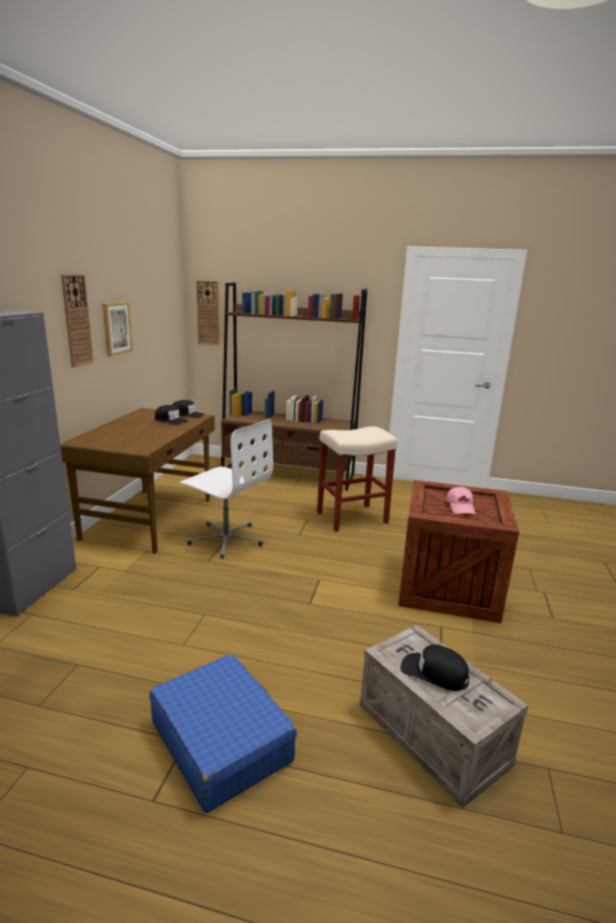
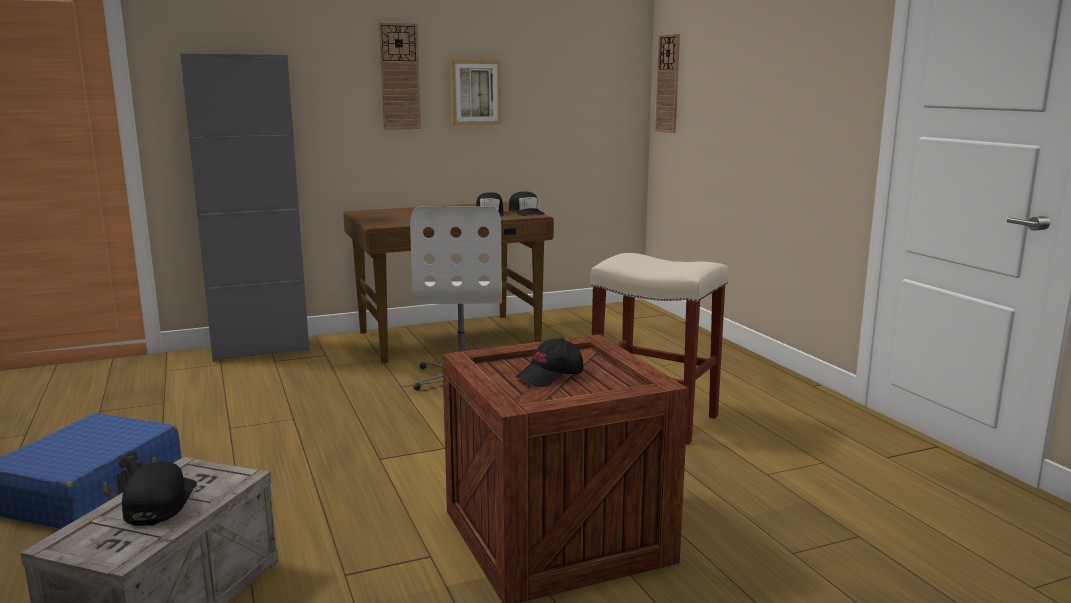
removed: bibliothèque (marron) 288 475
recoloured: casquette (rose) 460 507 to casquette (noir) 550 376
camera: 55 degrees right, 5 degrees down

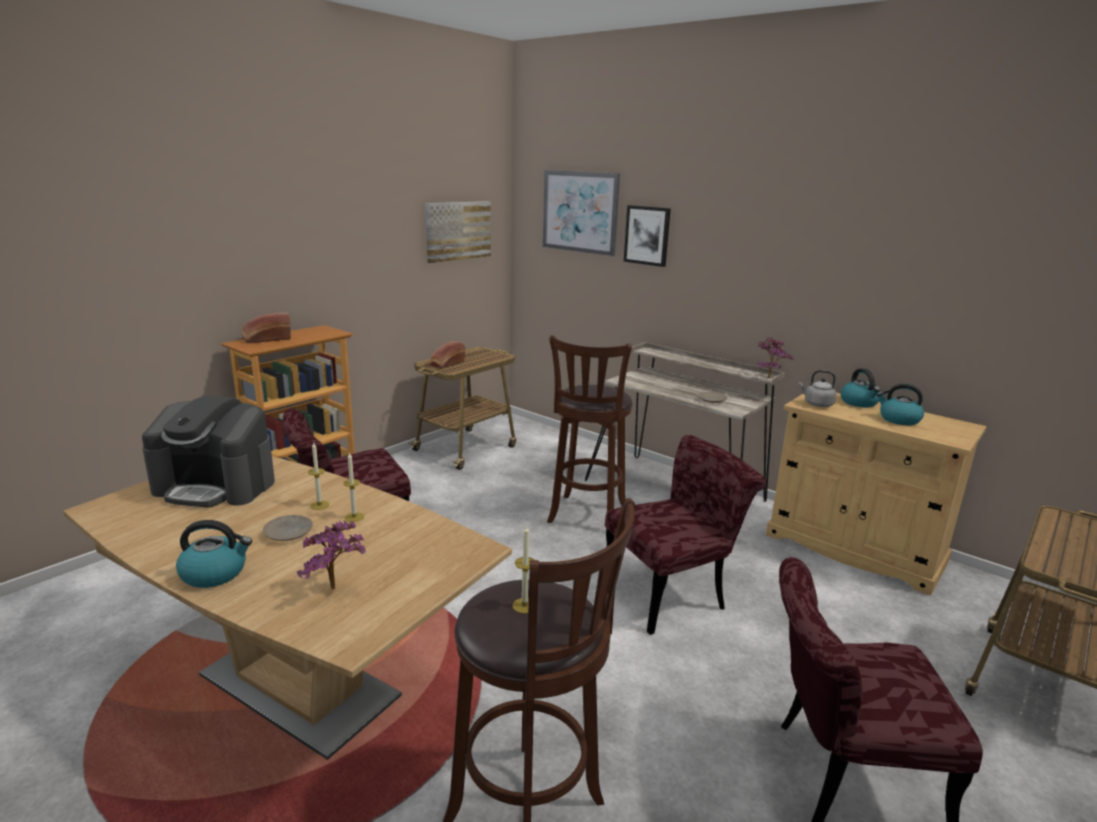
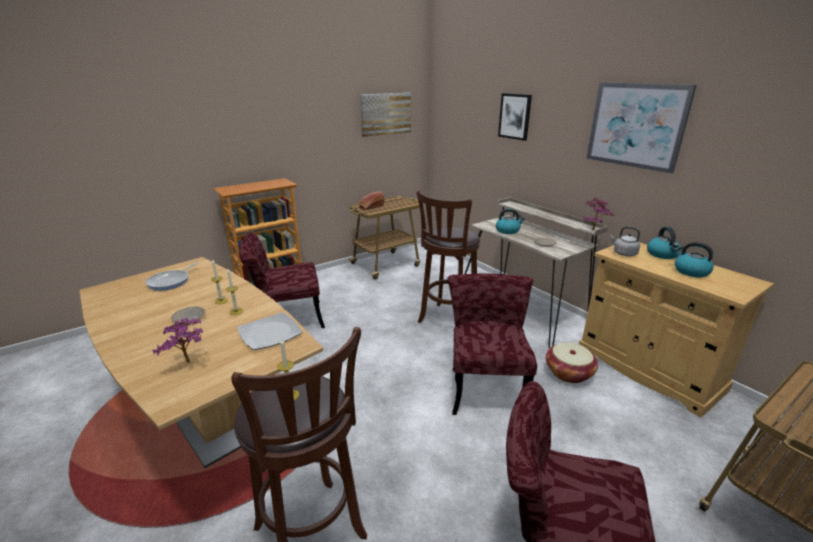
removed: pain 266 339
added: assiette 269 333; panier 569 373
moved: bouilloire 215 573 to 508 231; tableau 580 212 to 636 125
replaced: machine à café 216 486 to poêle 171 281
turned: chaise (rouge) 672 592 = 485 385 75 degrees counterclockwise
camera: 15 degrees right, 5 degrees up

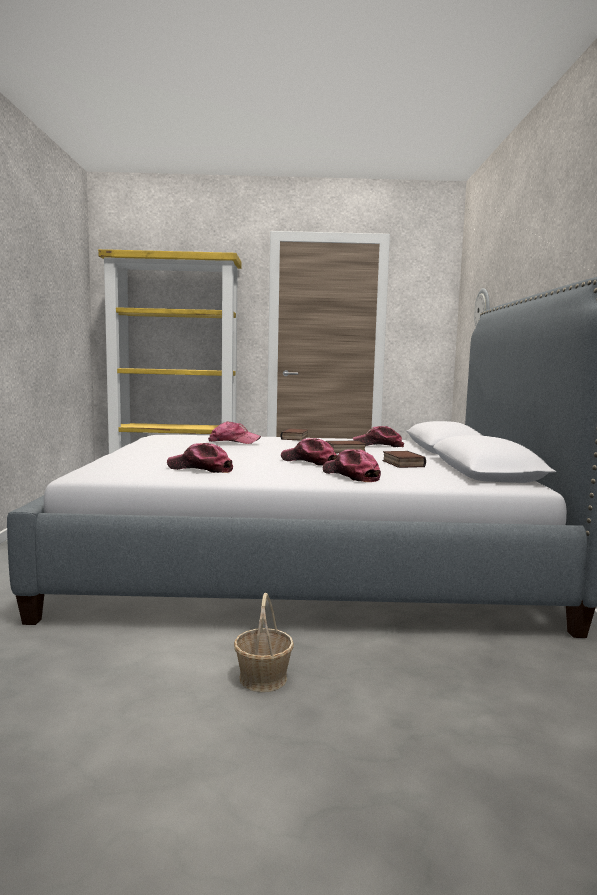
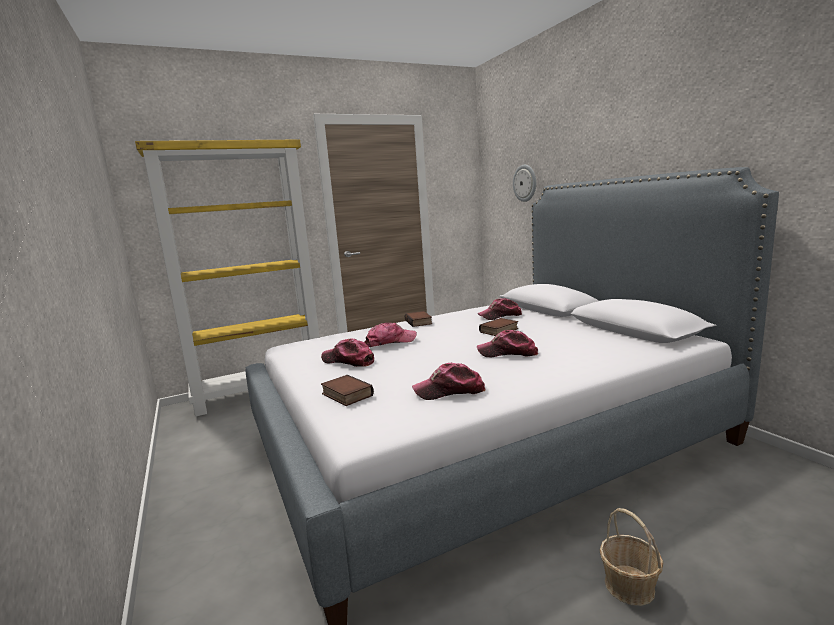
moved: casquette 351 475 to 348 361; livre 401 463 to 345 395
camera: 25 degrees left, 5 degrees up

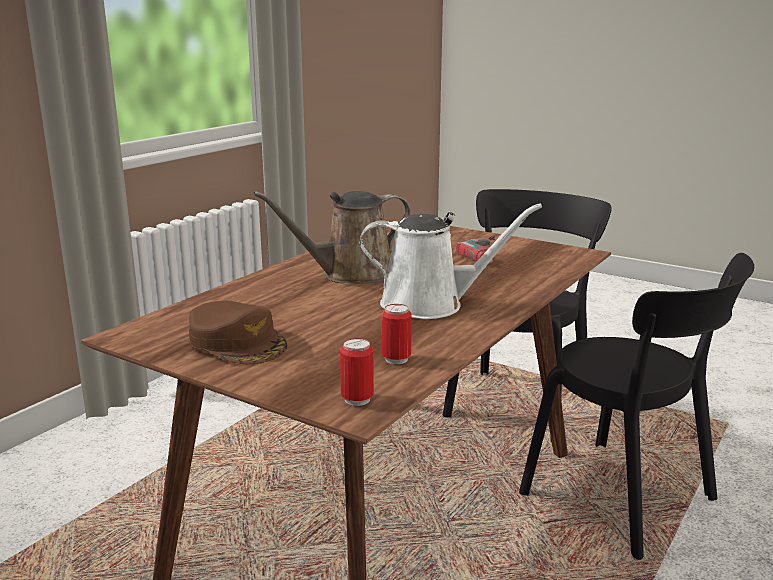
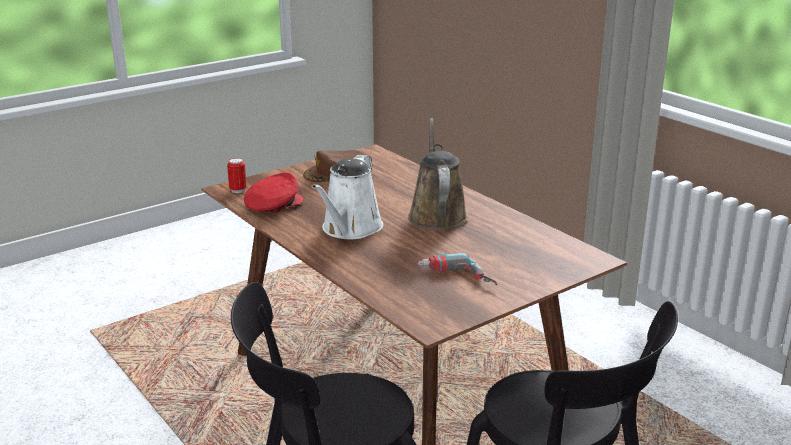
replaced: boîte métallique 396 359 to casquette (rouge) 273 205
camera: 110 degrees right, 5 degrees up

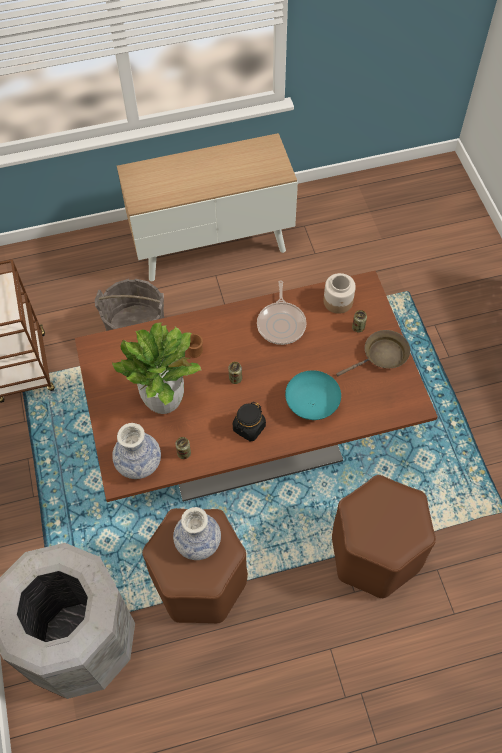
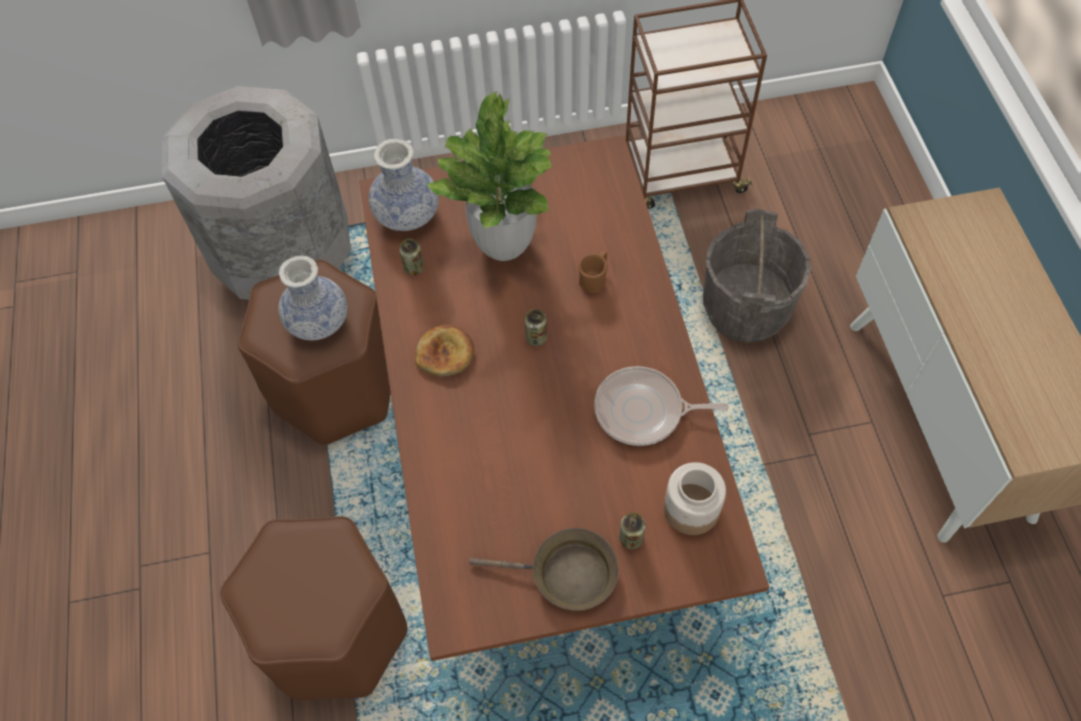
removed: bol (turquoise) 312 405
replaced: bocal (noir) 249 428 to pain 445 353
turned: poêle (marron) 382 356 = 566 574 60 degrees counterclockwise
camera: 95 degrees right, 0 degrees up

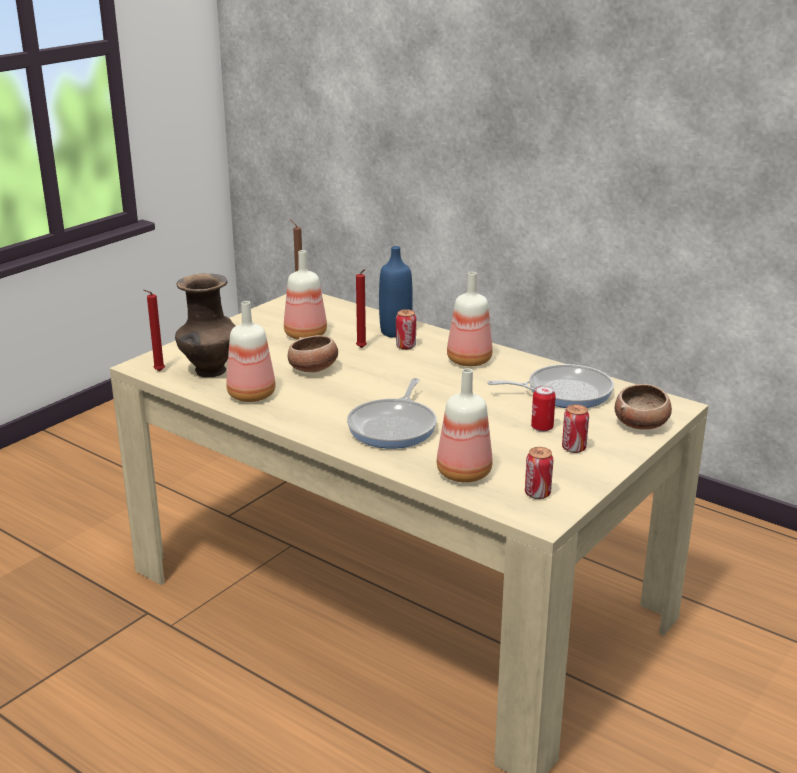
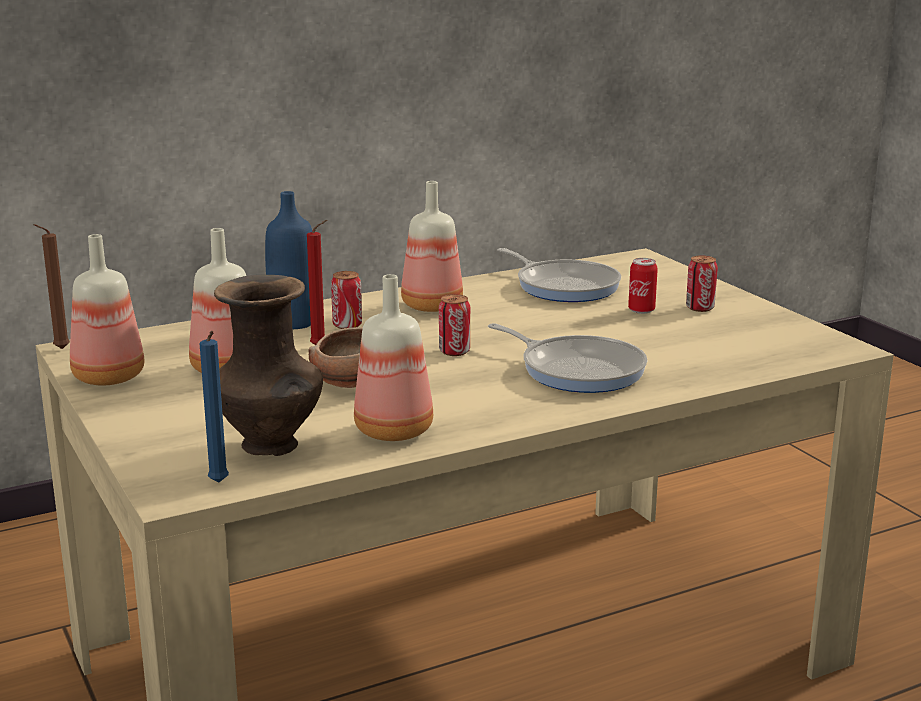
removed: bol 641 424
moved: bouteille 462 473 to 106 378; boîte métallique 537 493 to 454 352
recoloured: bougie (rouge) 158 371 to bougie (bleu) 219 484
turned: poêle 564 392 = 564 286 120 degrees clockwise
camera: 65 degrees left, 5 degrees down

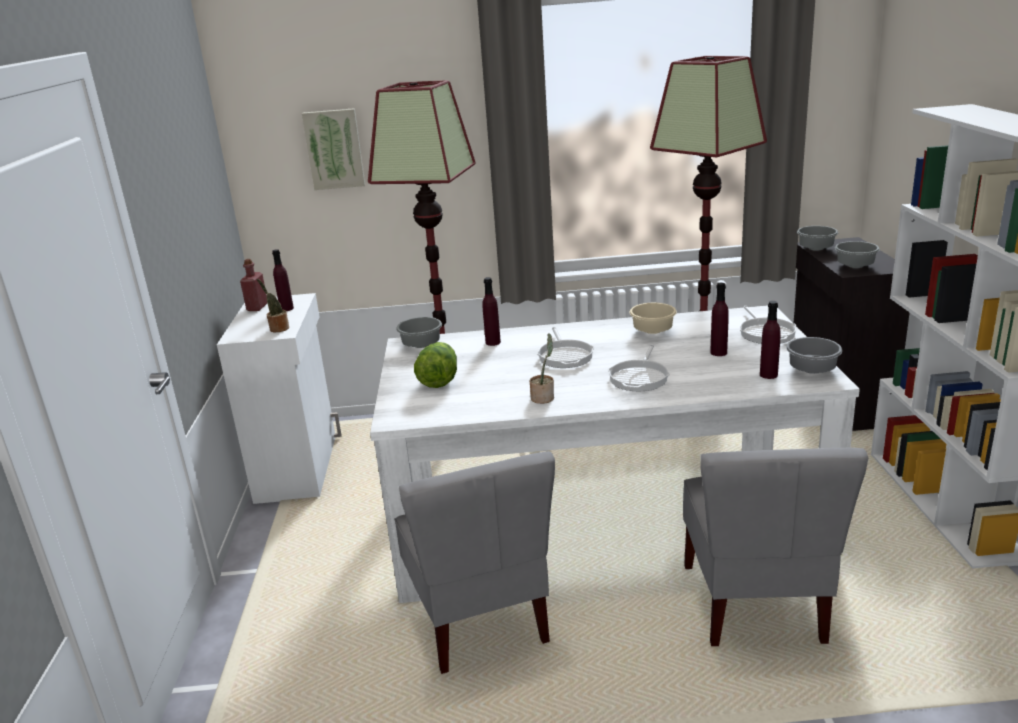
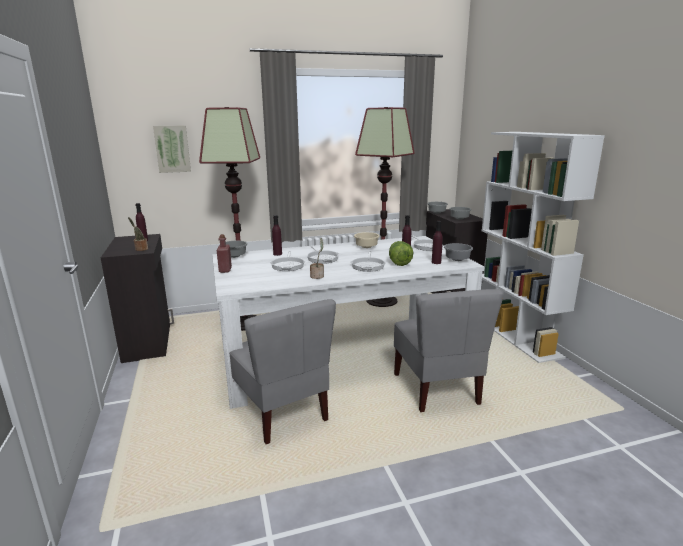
added: poêle 288 265
moved: bouteille (rouge) 257 307 to 225 270; laitue 439 380 to 399 263
recoloured: meuble de rangement (blanc) 299 467 to meuble de rangement (noir) 149 341
camera: 15 degrees left, 5 degrees down

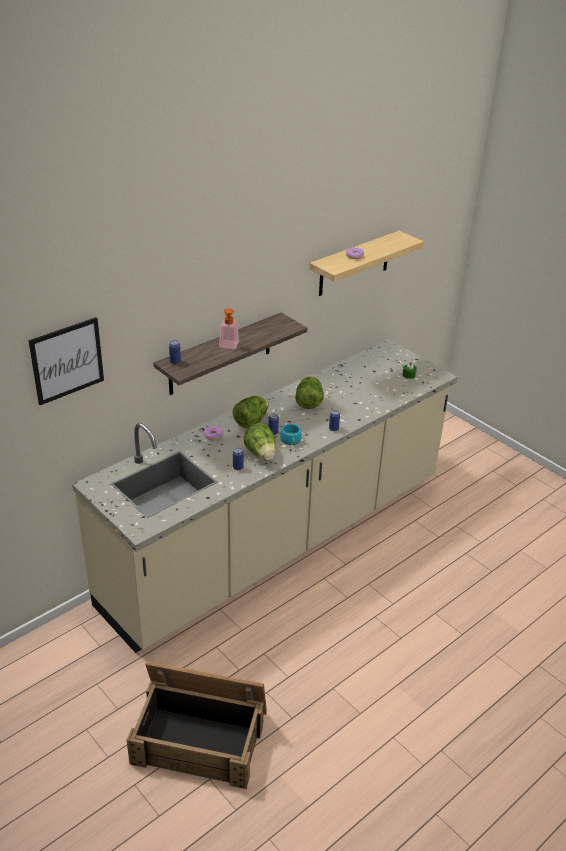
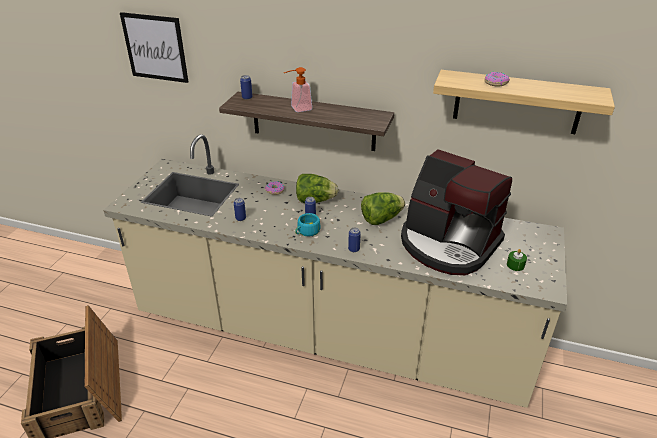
removed: laitue 261 454
added: machine à café 448 244
camera: 60 degrees right, 0 degrees up

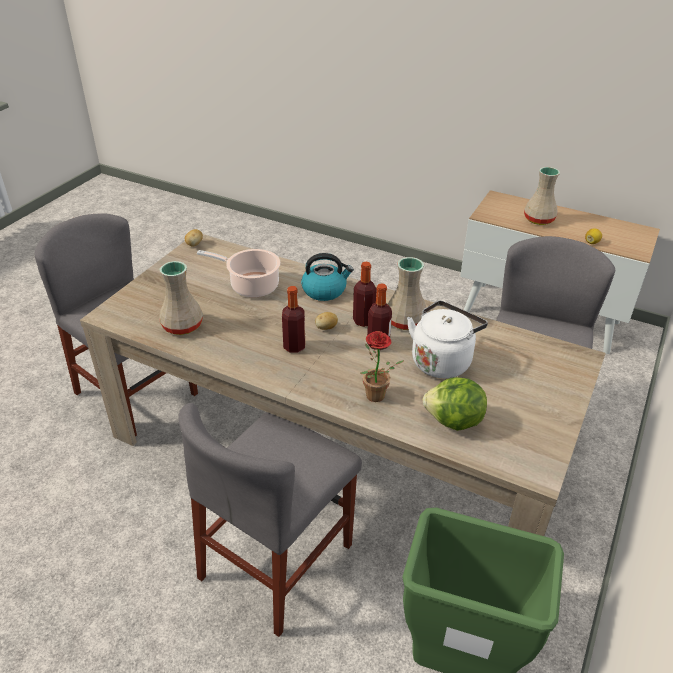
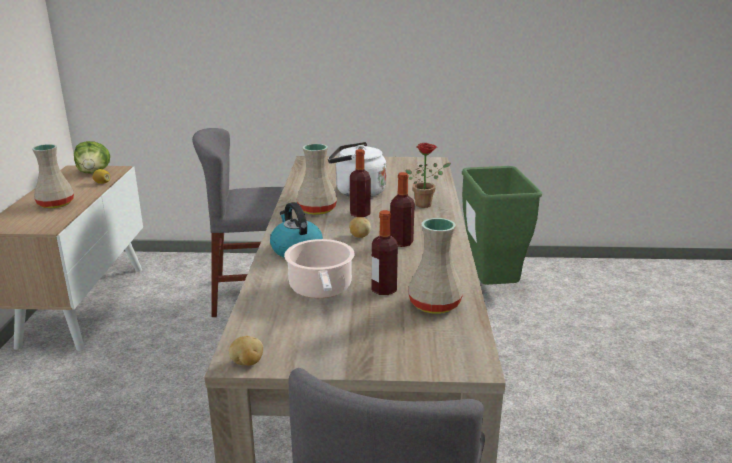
removed: chaise (gris) 277 561
moved: laitue 454 421 to 94 172; bouteille 363 321 to 384 290
camera: 115 degrees left, 15 degrees down

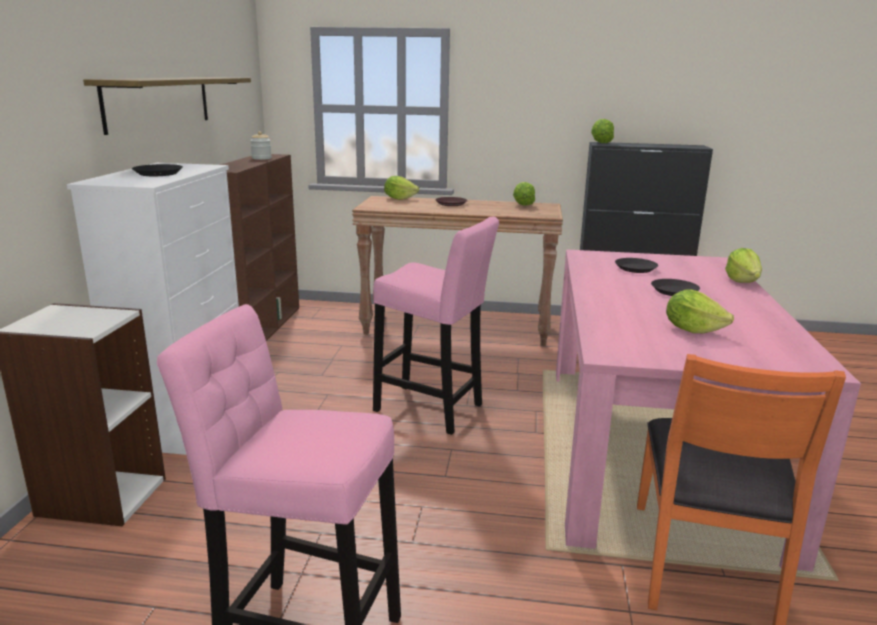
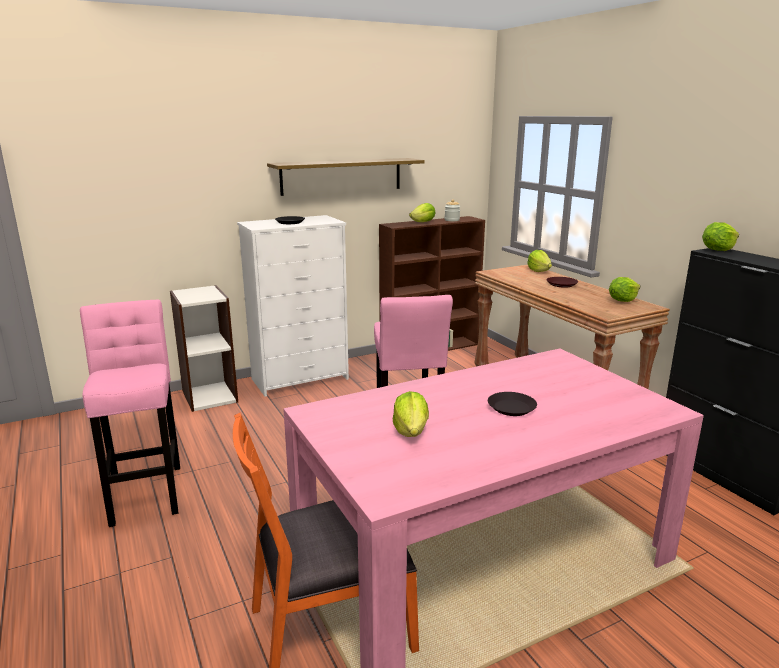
removed: assiette (noir) 635 268
moved: laitue 742 281 to 423 222
camera: 55 degrees right, 0 degrees up

